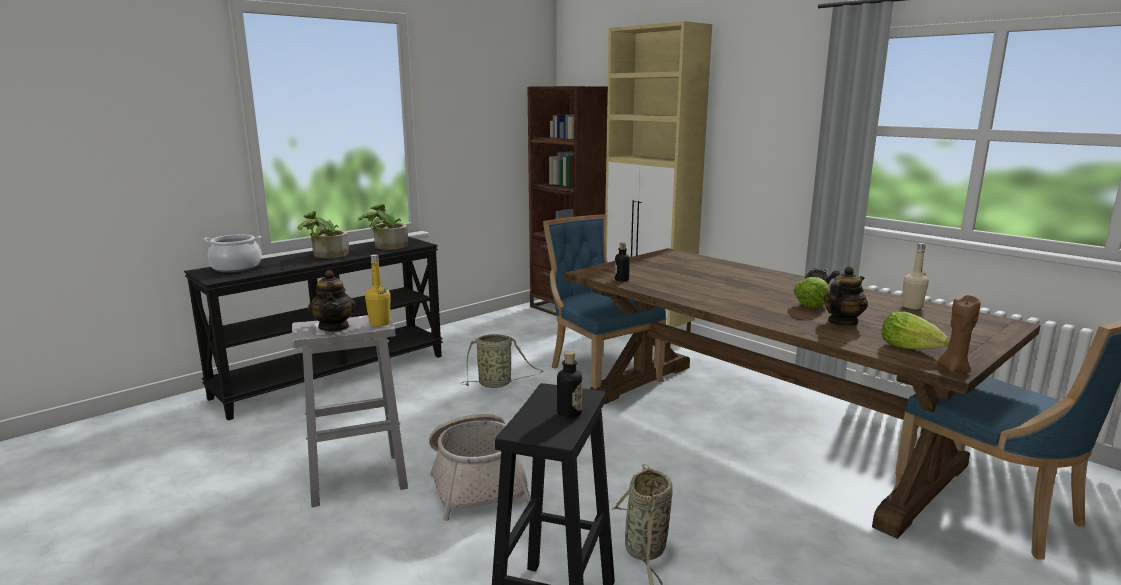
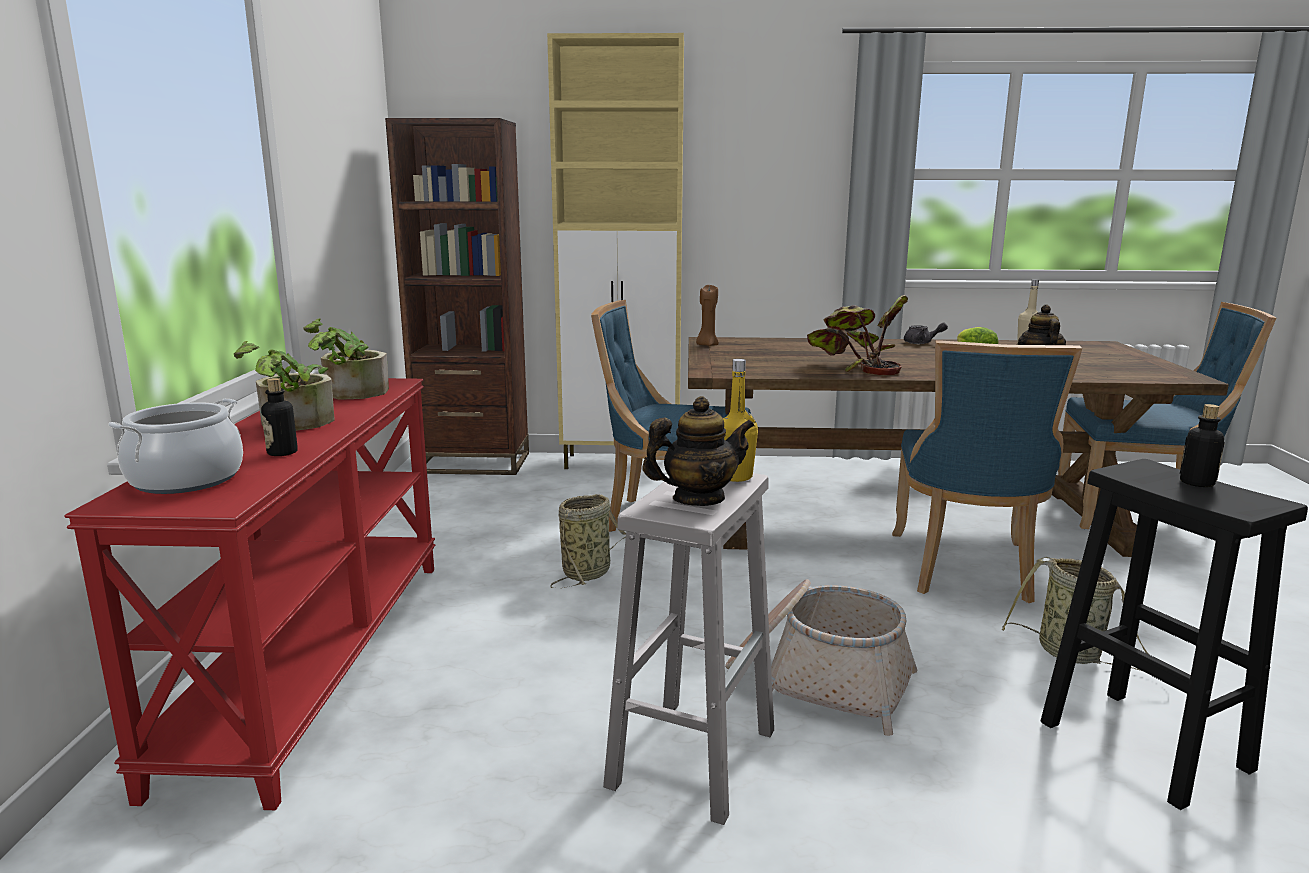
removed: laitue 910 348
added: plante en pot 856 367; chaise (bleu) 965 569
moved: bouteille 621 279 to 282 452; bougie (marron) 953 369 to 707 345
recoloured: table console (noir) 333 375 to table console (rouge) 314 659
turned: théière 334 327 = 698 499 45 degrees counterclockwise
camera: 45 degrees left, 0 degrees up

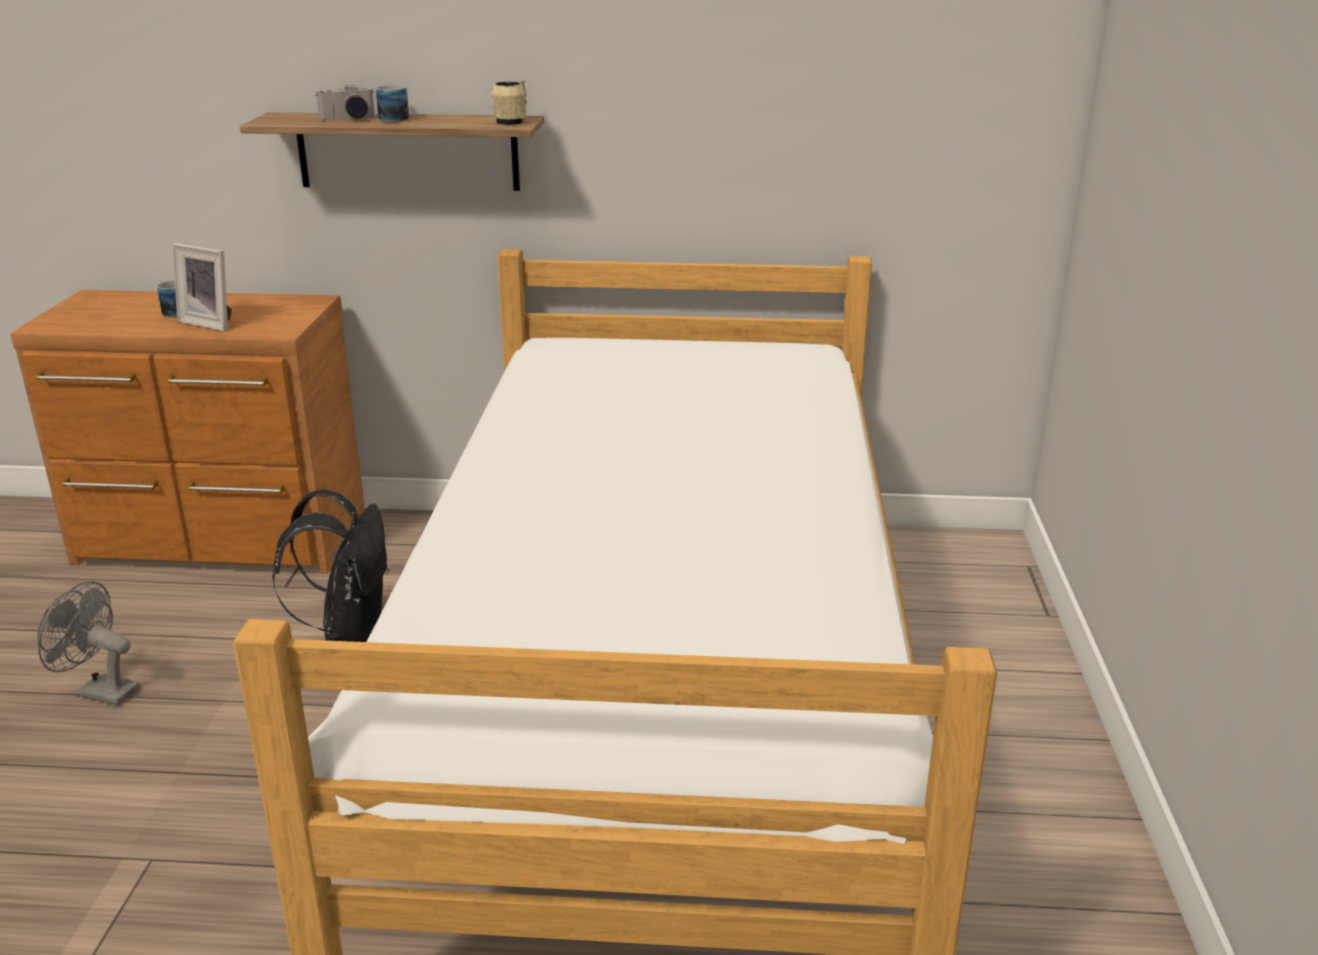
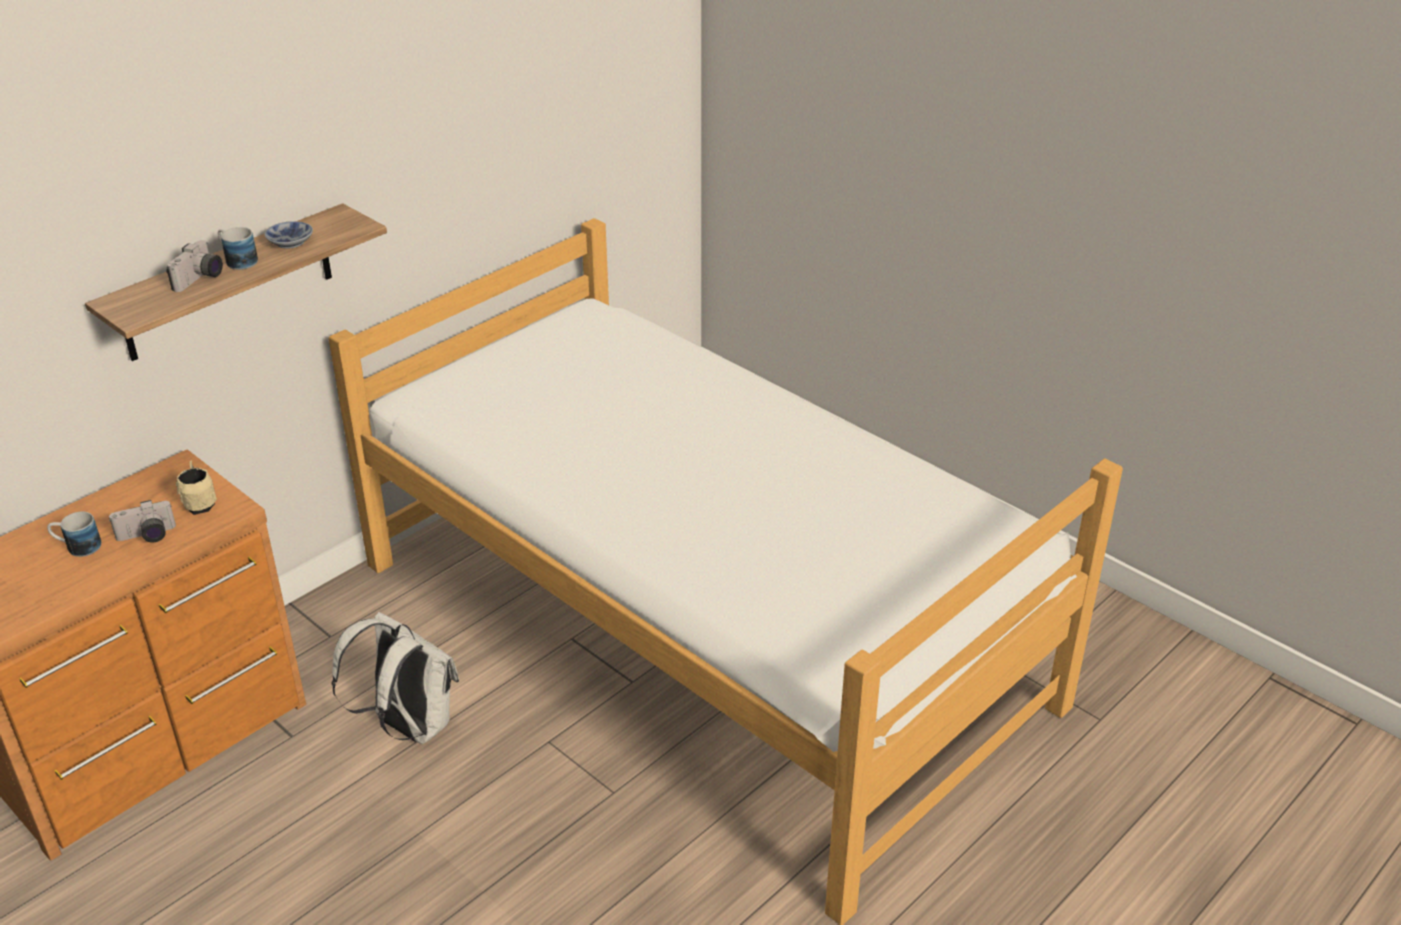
removed: ventilateur (gris) 99 691
added: bol 292 242
moved: mug (beige) 513 121 to 199 503
replaced: cadre photo 211 323 to appareil photo 147 537
recoloured: sac à dos (noir) 350 629 to sac à dos (blanc) 408 726
camera: 50 degrees left, 10 degrees up

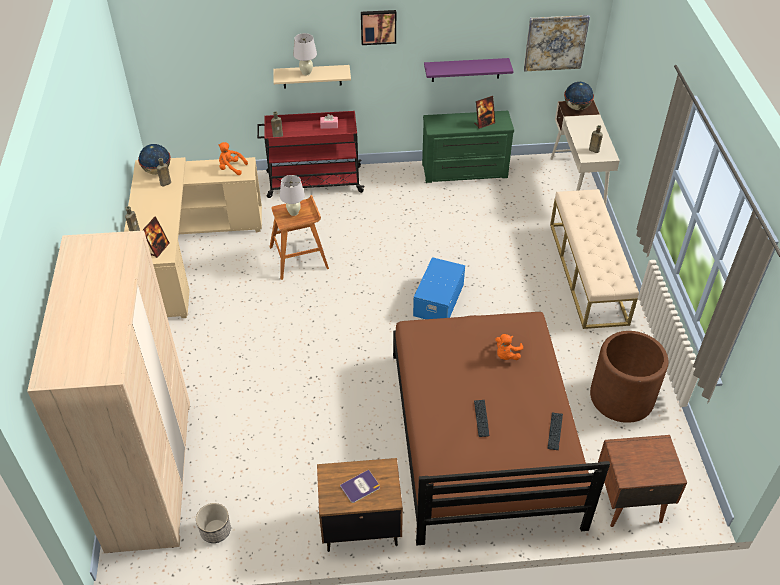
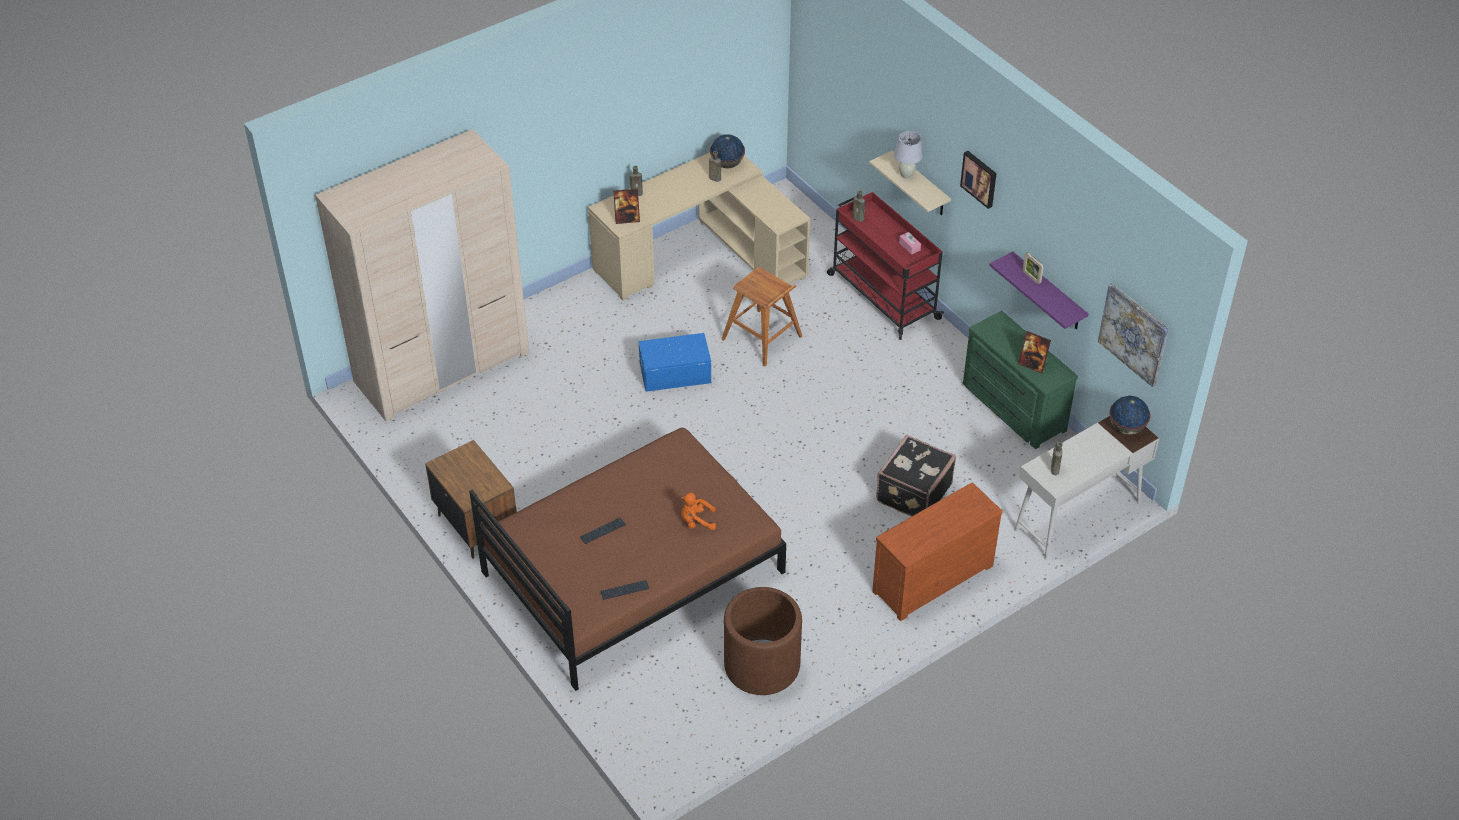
removed: cache-pot 215 531; peluche (orange) 231 168; lampe de table (blanc) 294 212; livre 360 487; table de chevet (marron) 628 502
added: valise (noir) 912 492; cadre photo 1031 277
moved: boîte de rangement (bleu) 437 300 to 674 372
replaced: banc (beige) 588 272 to commode (marron) 930 576
camera: 60 degrees right, 0 degrees up

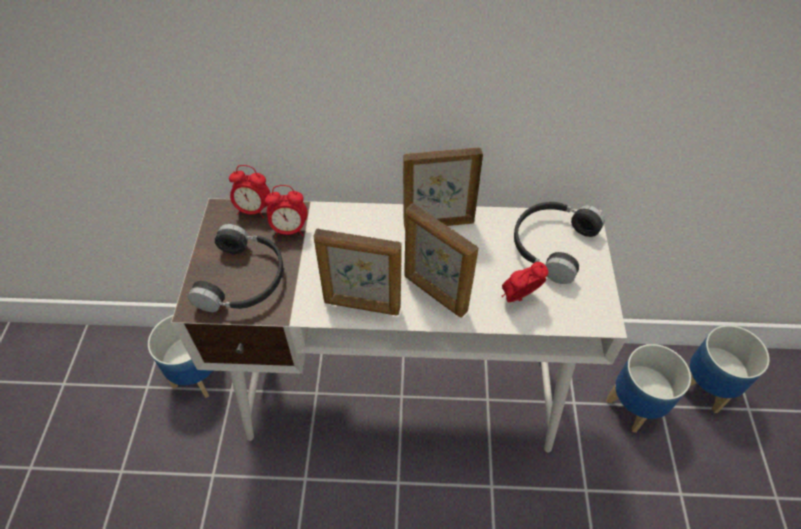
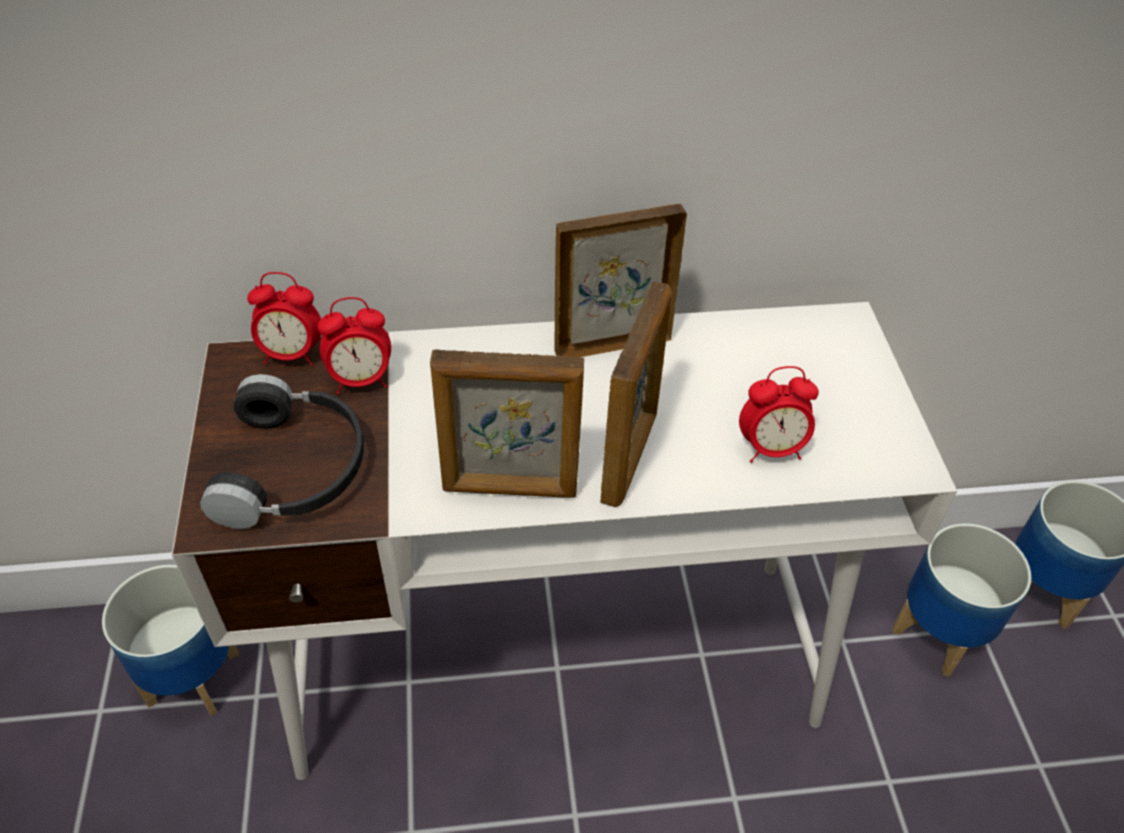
removed: casque audio (noir) 550 244
turned: cadre photo 434 294 = 630 457 105 degrees counterclockwise; réveil 519 298 = 771 449 150 degrees counterclockwise
camera: 10 degrees left, 5 degrees down

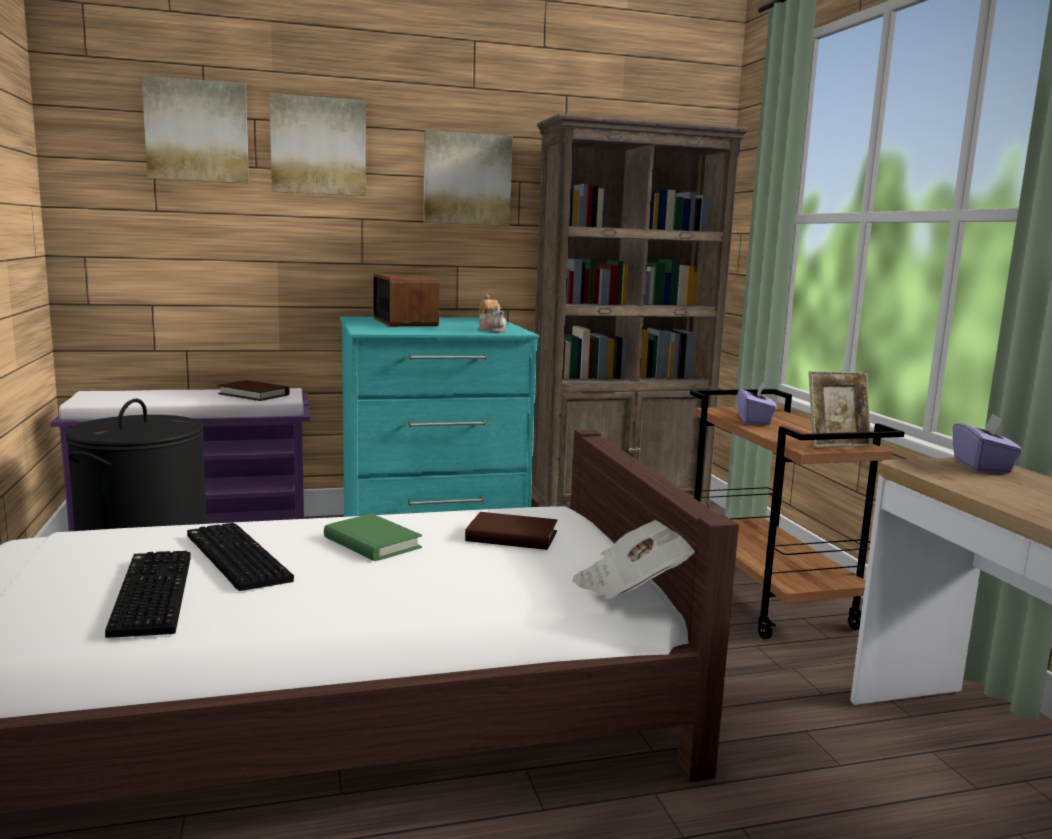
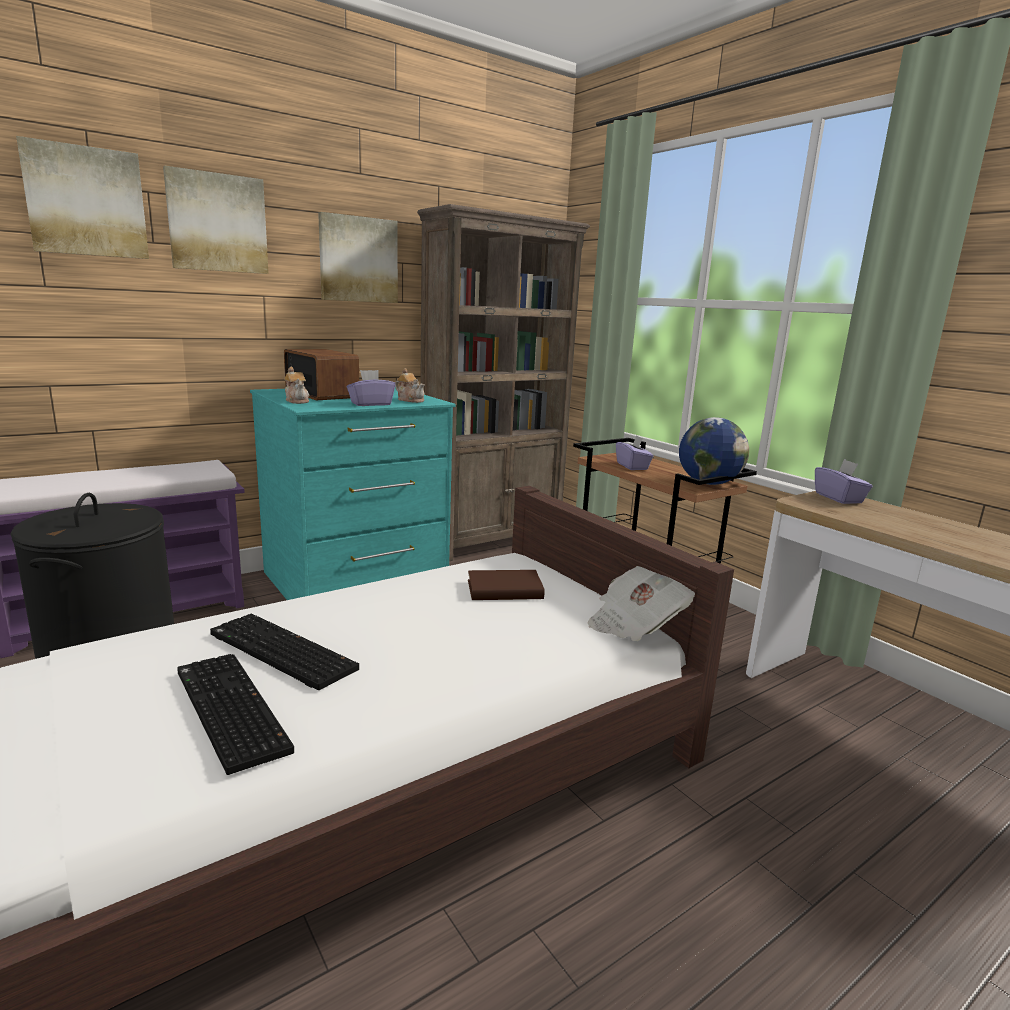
removed: livre (marron) 254 394; livre (vert) 372 543
added: théière 297 401; boîte à mouchoirs (violet) 371 404
replaced: cadre photo 836 444 to globe 708 483
camera: 20 degrees left, 5 degrees up

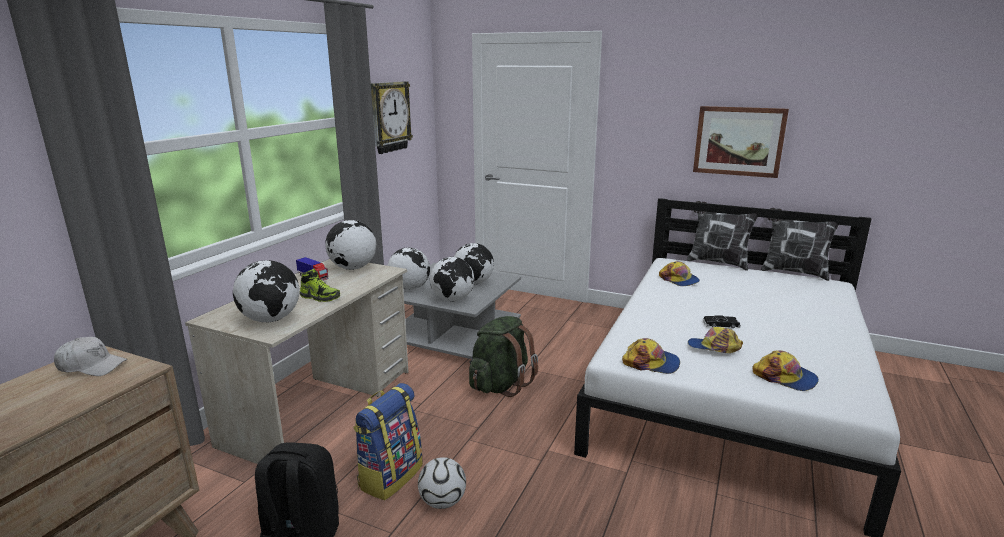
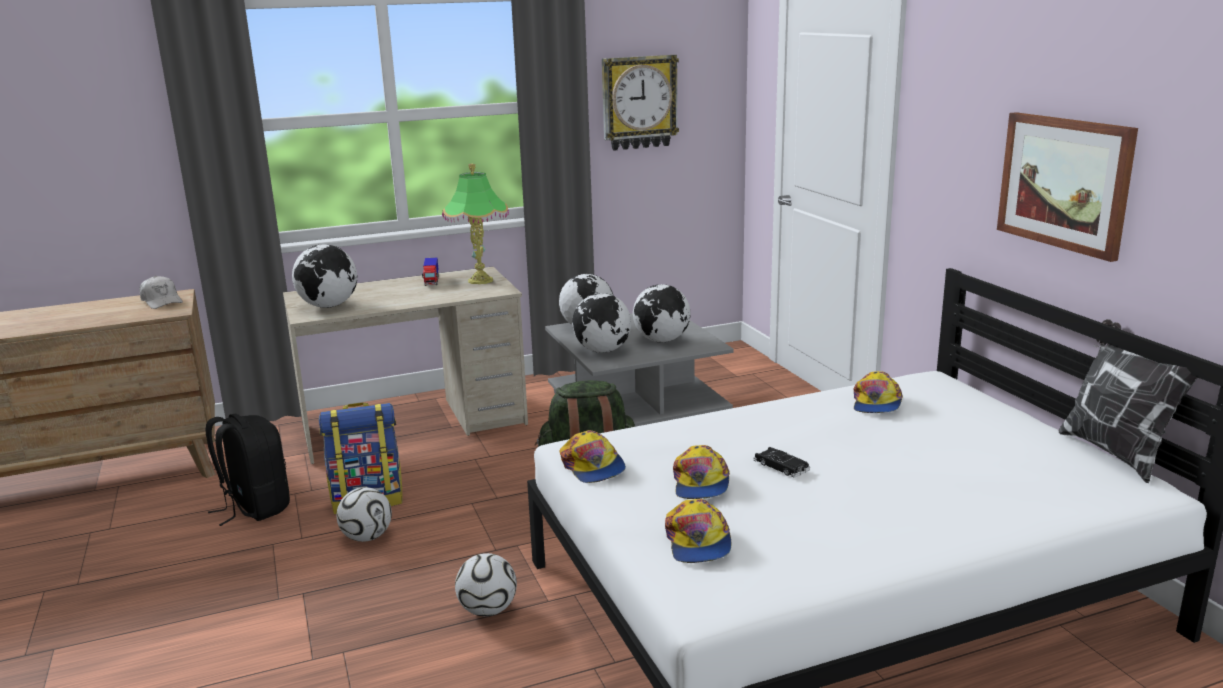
removed: chaussure 320 297; coussin 717 262
added: ballon de foot 487 610
replaced: globe 353 268 to lampe de table 480 280
turned: casquette 714 348 = 700 483 150 degrees counterclockwise
camera: 45 degrees right, 0 degrees up

